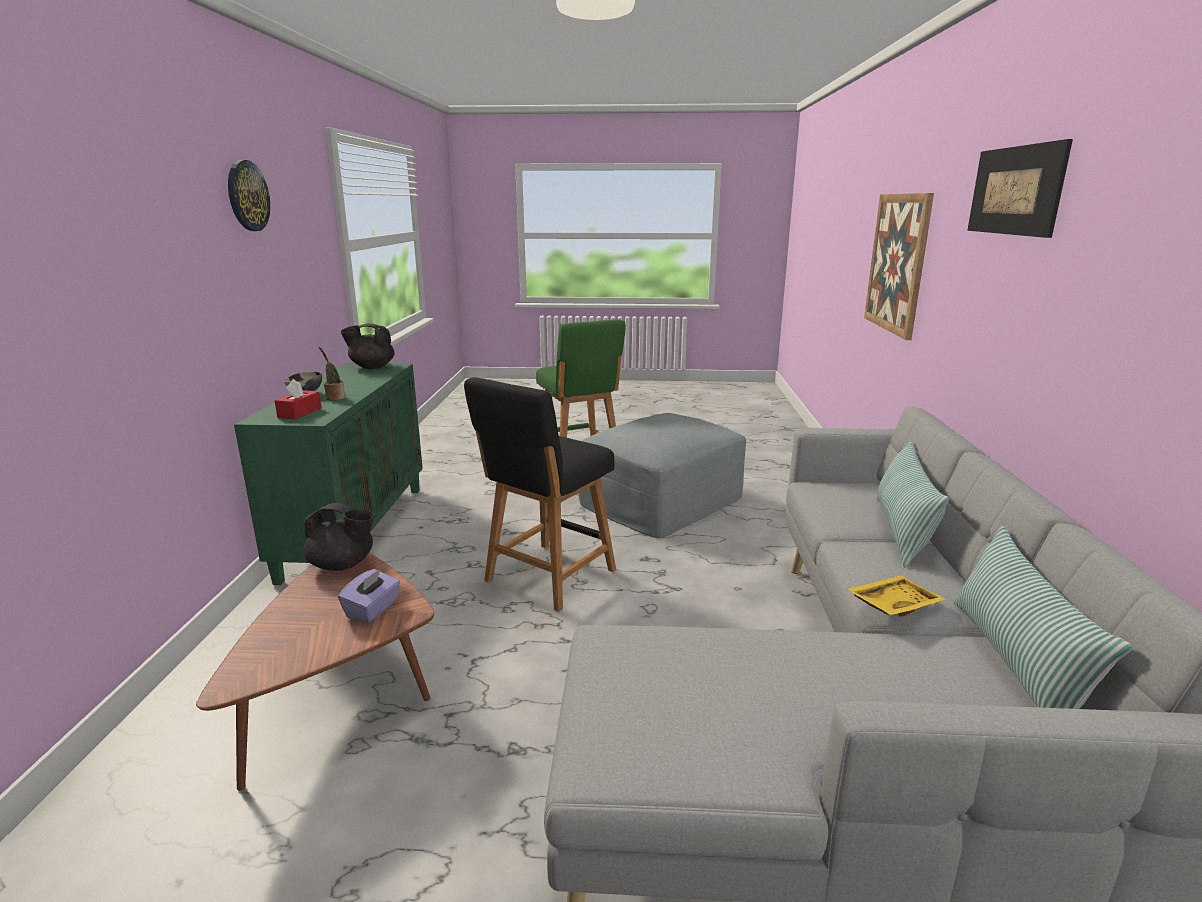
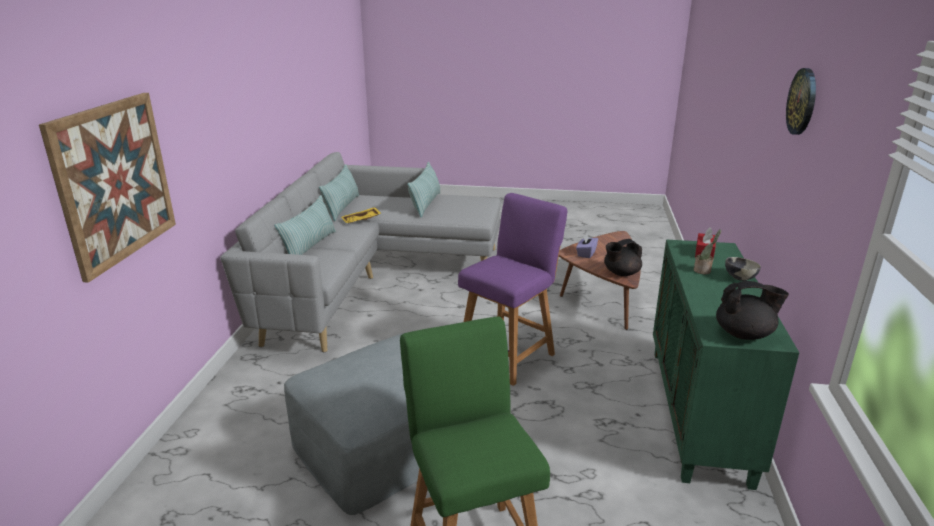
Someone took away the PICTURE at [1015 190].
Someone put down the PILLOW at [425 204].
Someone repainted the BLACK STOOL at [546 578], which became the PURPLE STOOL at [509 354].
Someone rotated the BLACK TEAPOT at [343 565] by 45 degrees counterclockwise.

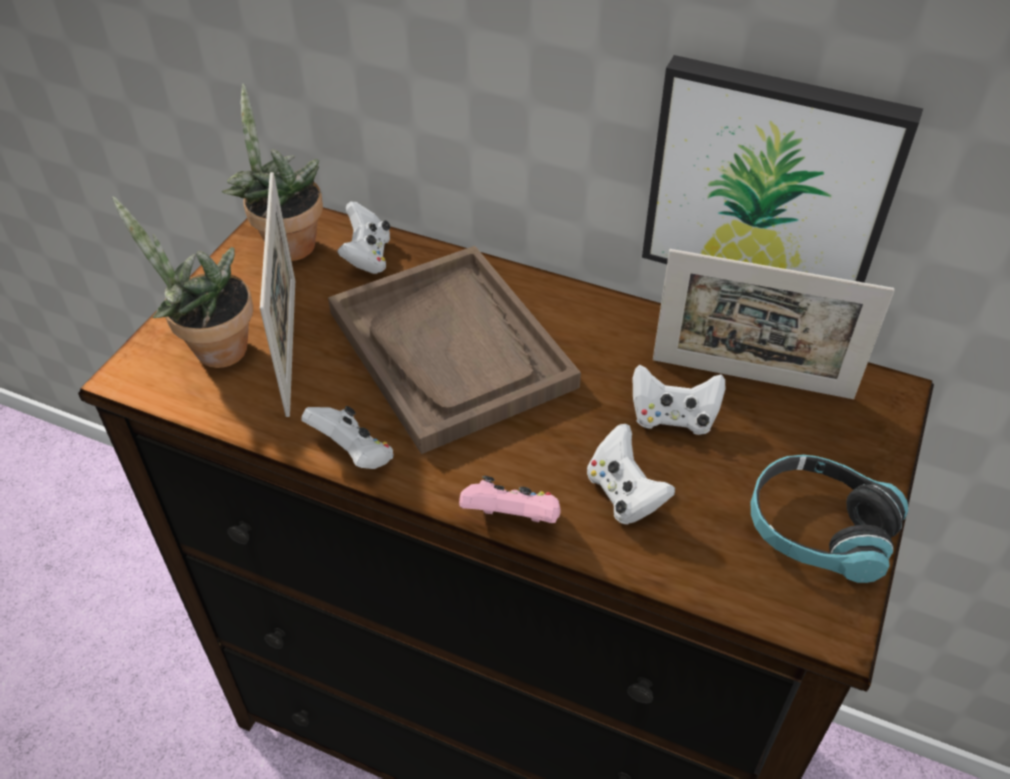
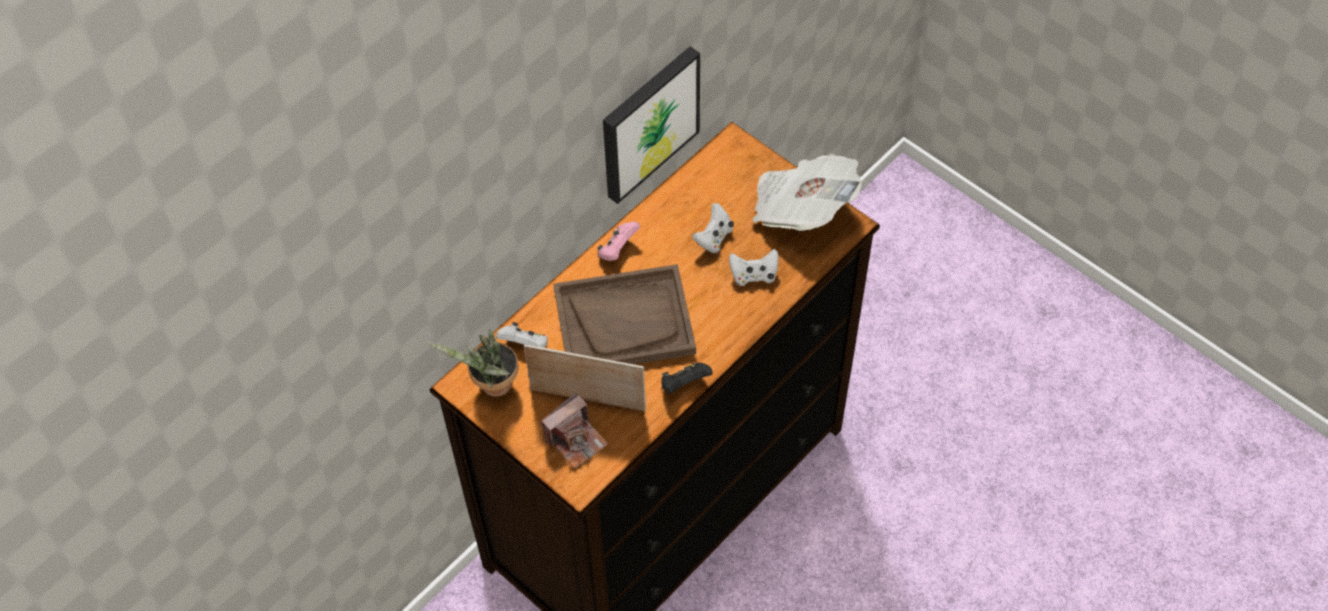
Someone took away the PICTURE FRAME at [751 378].
Someone carried the PINK GAME CONTROLLER from [512 519] to [618 249].
Someone swapped the POTTED PLANT at [213 350] for the PHOTO CAMERA at [575 439].
Someone swapped the HEADPHONES at [818 530] for the NEWSPAPER at [802 208].
Someone repainted the WHITE GAME CONTROLLER at [354 454], which became the BLACK GAME CONTROLLER at [684 384].

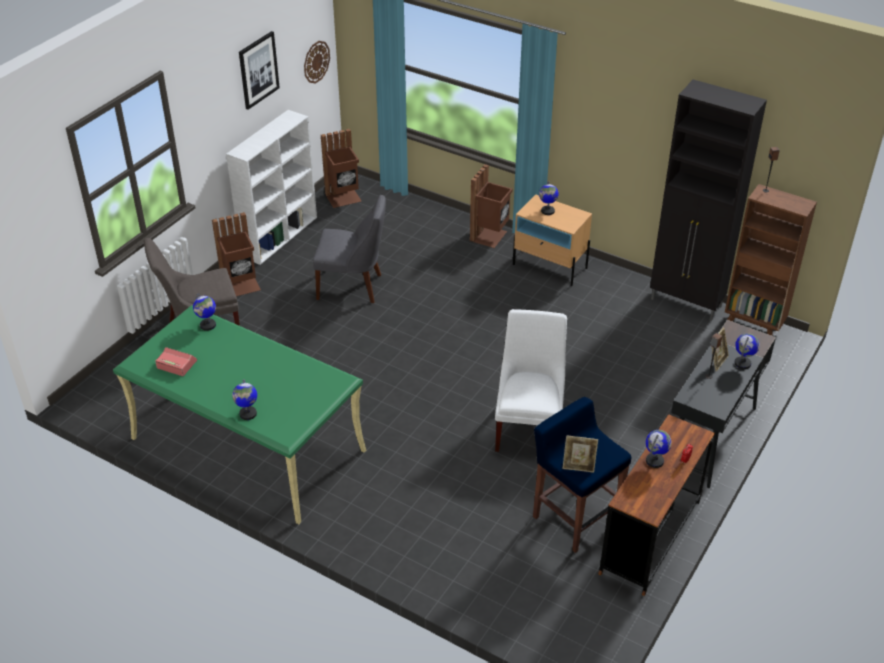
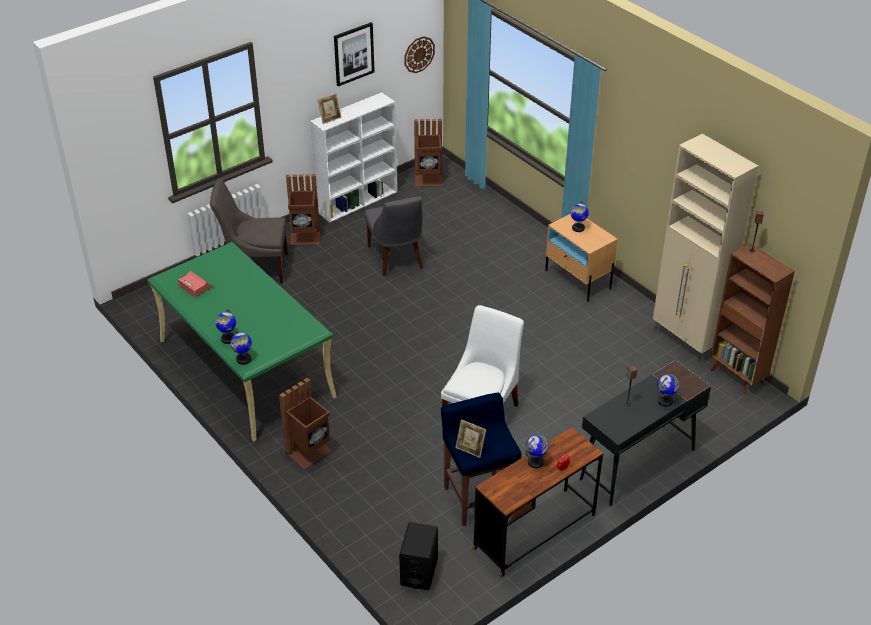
Someone put down the BLACK SPEAKER at [419 571].
Someone carried the GLOBE from [207 325] to [243 359].
Someone carried the BROWN TRASH CAN from [490 236] to [310 453].
Someone carried the PICTURE FRAME from [717 361] to [330 119].
Someone repainted the BLACK CABINET at [686 303], which became the BEIGE CABINET at [685 341].
Someone rotated the GREY CHAIR at [353 287] by 45 degrees clockwise.

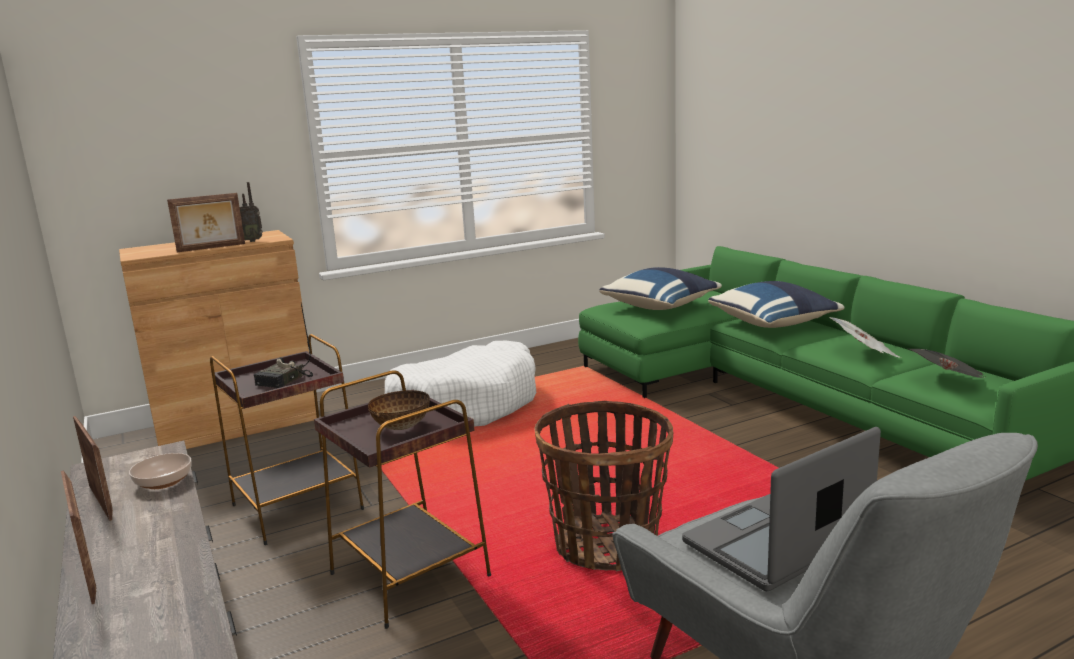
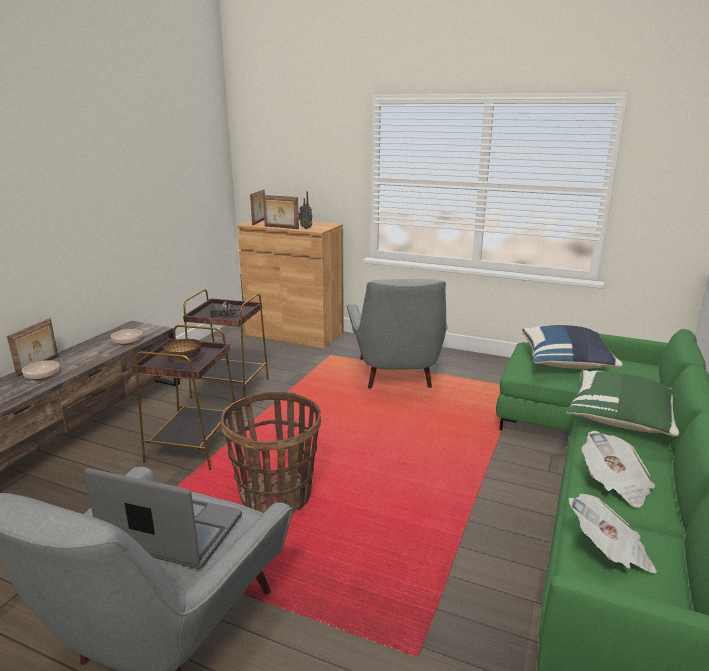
Someone put down the BOWL at [42 376].
Someone carried the PICTURE FRAME from [102 501] to [259 222].
Someone swapped the WHITE DOG BED at [465 405] for the GREY ARMCHAIR at [397 376].
Someone repainted the BLUE PILLOW at [774 324], which became the GREEN PILLOW at [621 420].

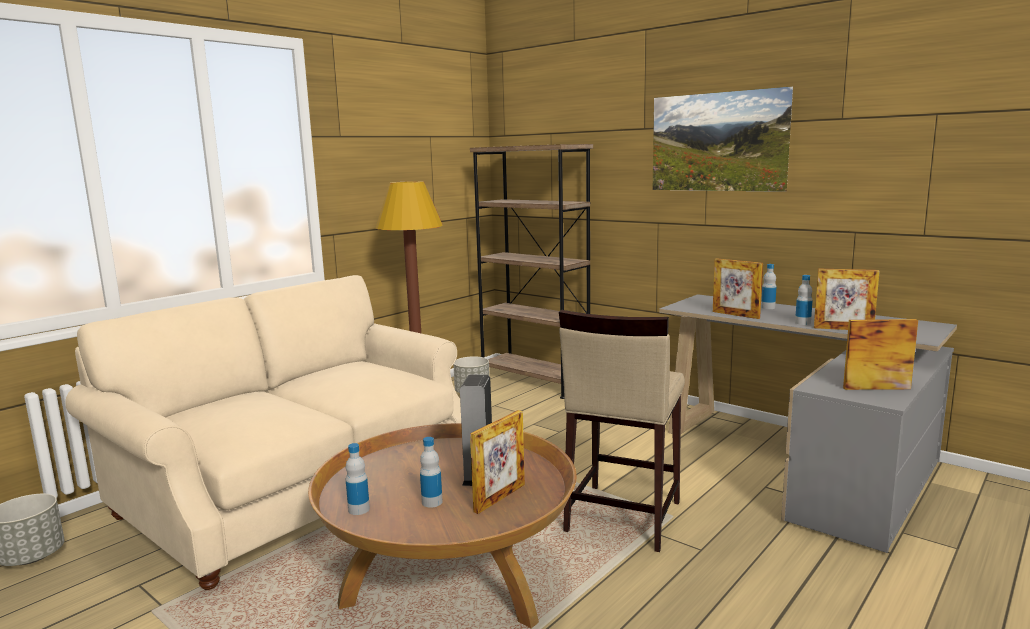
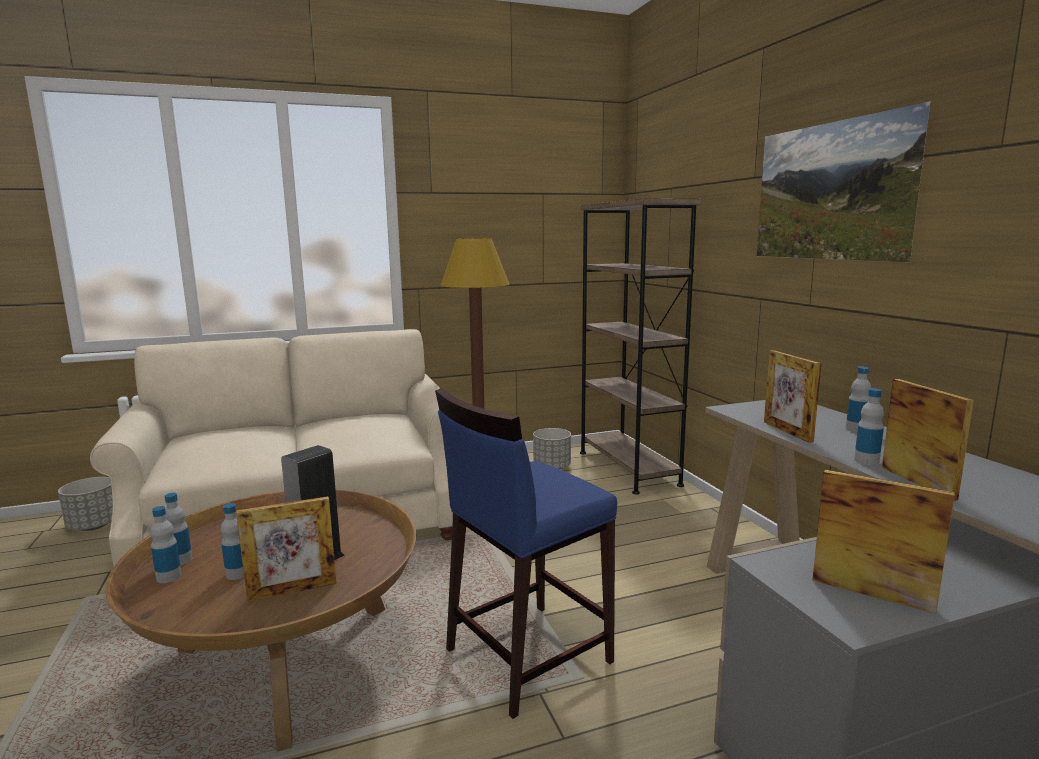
Someone put down the BOTTLE at [169 577].
Someone repainted the BEIGE STOOL at [621 517], which became the BLUE STOOL at [526 656].
Someone rotated the PICTURE FRAME at [843 329] by 150 degrees counterclockwise.

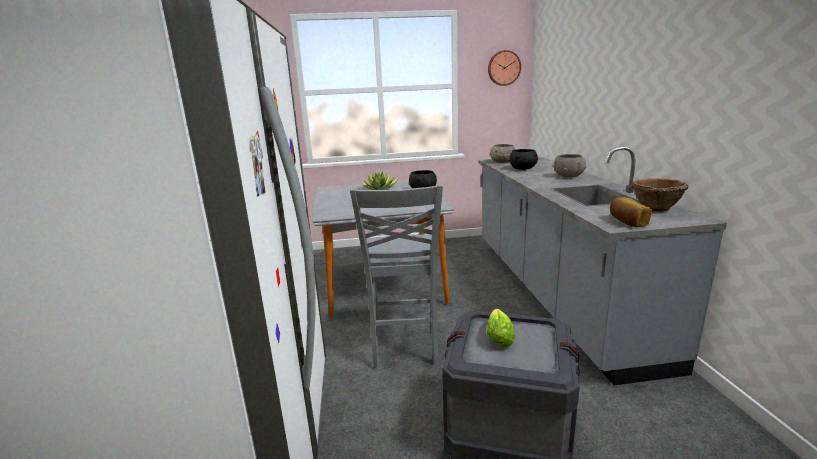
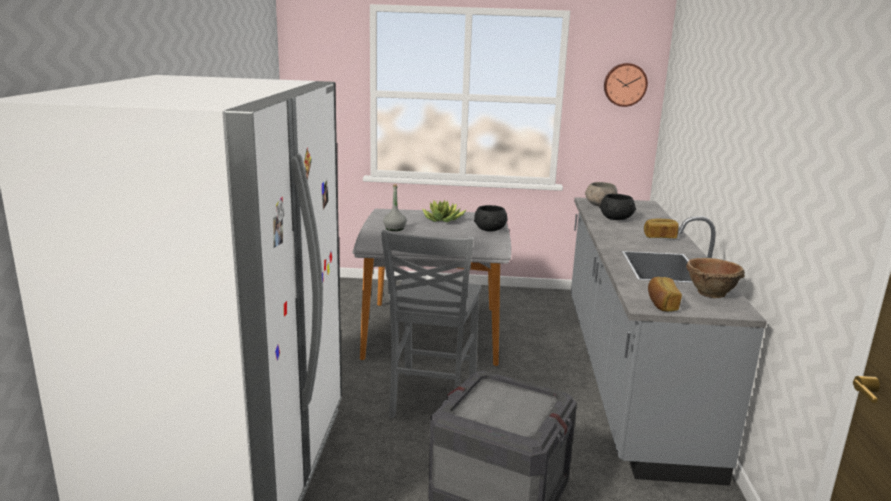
Someone took away the LETTUCE at [499 336].
Someone put down the GREY BOTTLE at [394 228].
Someone swapped the GREY BOWL at [568 176] for the BREAD at [660 237].

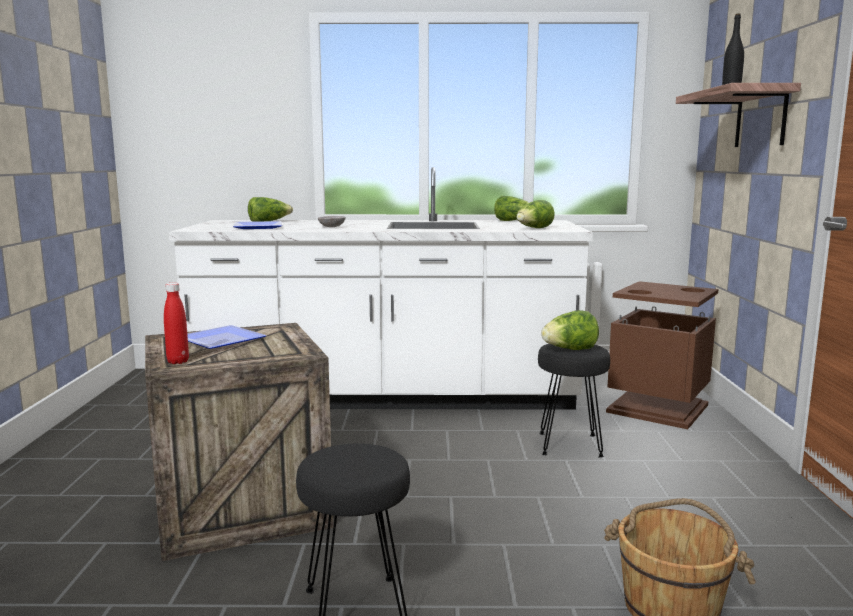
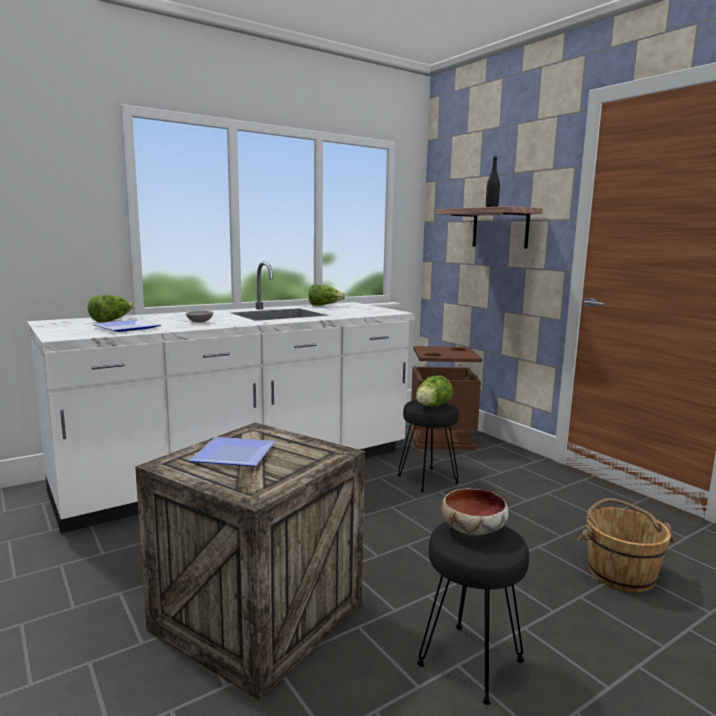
Someone took away the RED BOTTLE at [178 361].
Someone took away the LETTUCE at [534 228].
Someone put down the BOWL at [473 529].

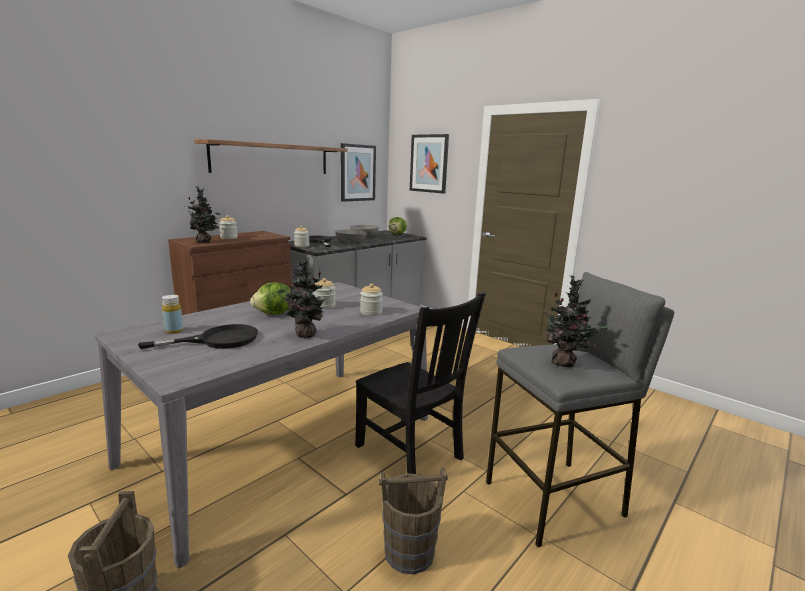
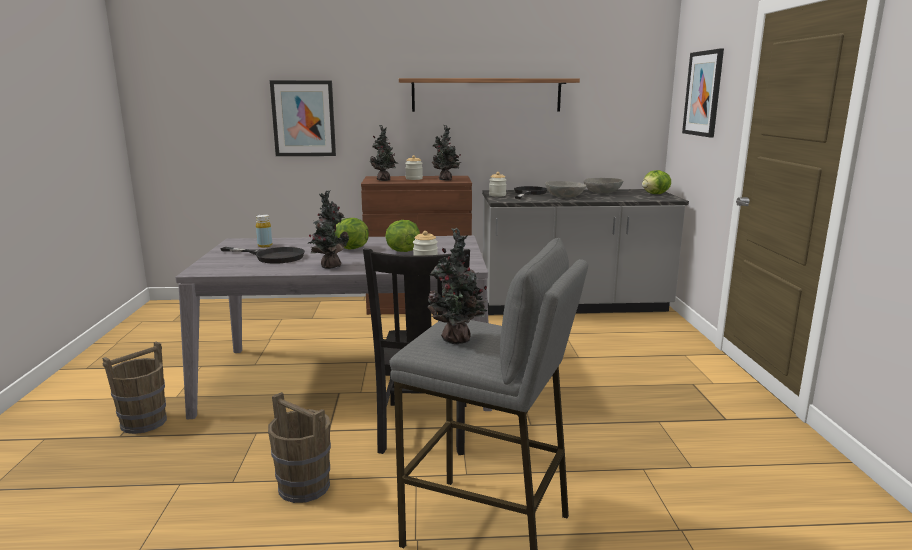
Someone put down the POTTED PLANT at [446 180].
Someone carried the PICTURE from [357 173] to [303 118].
Someone swapped the JAR at [324 306] for the LETTUCE at [402 251].

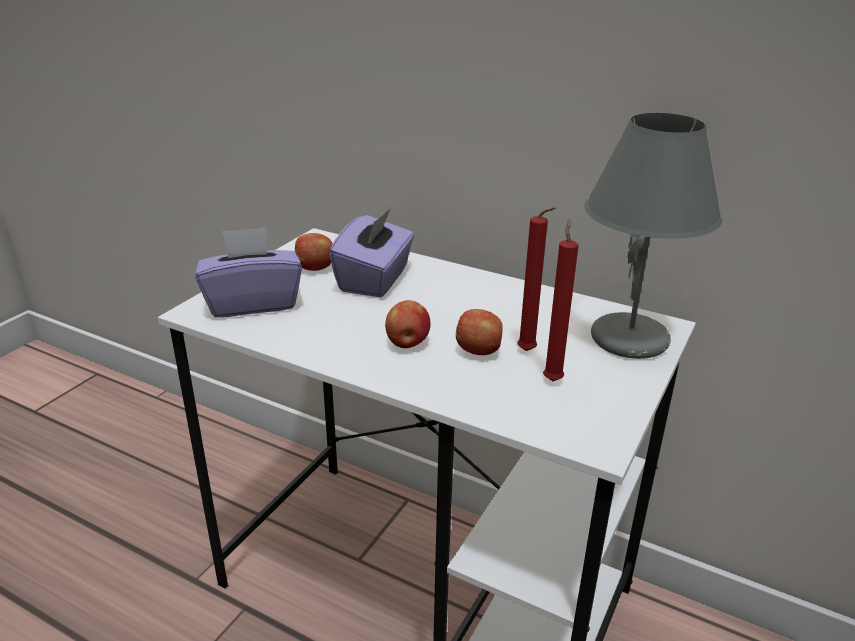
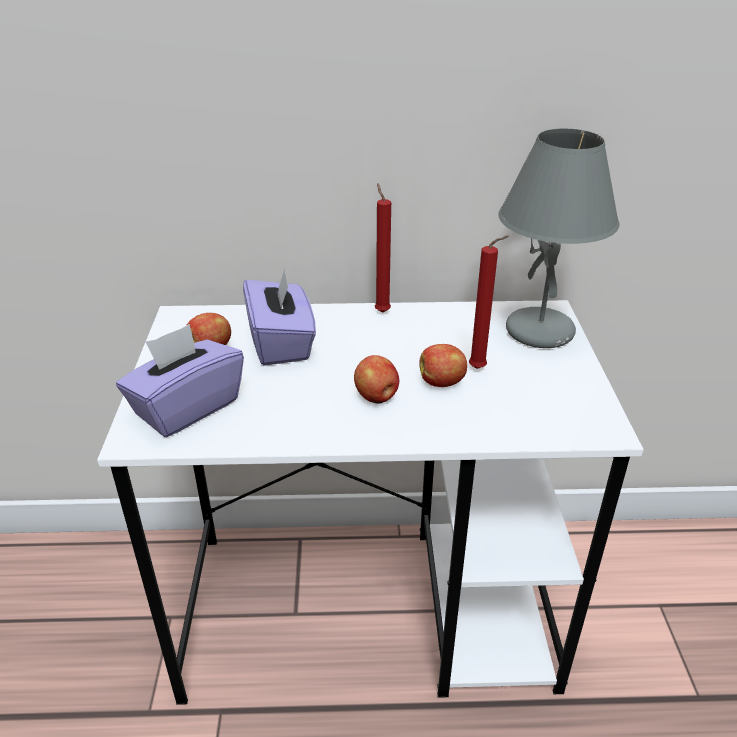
Someone carried the RED CANDLE from [552 379] to [381 311].

